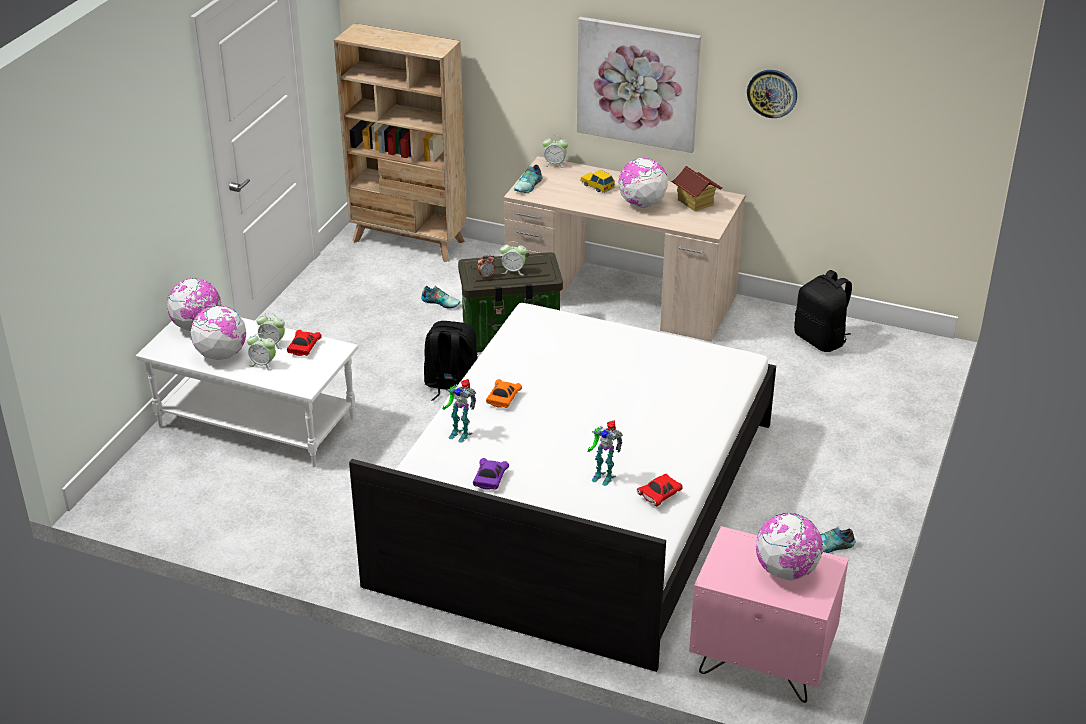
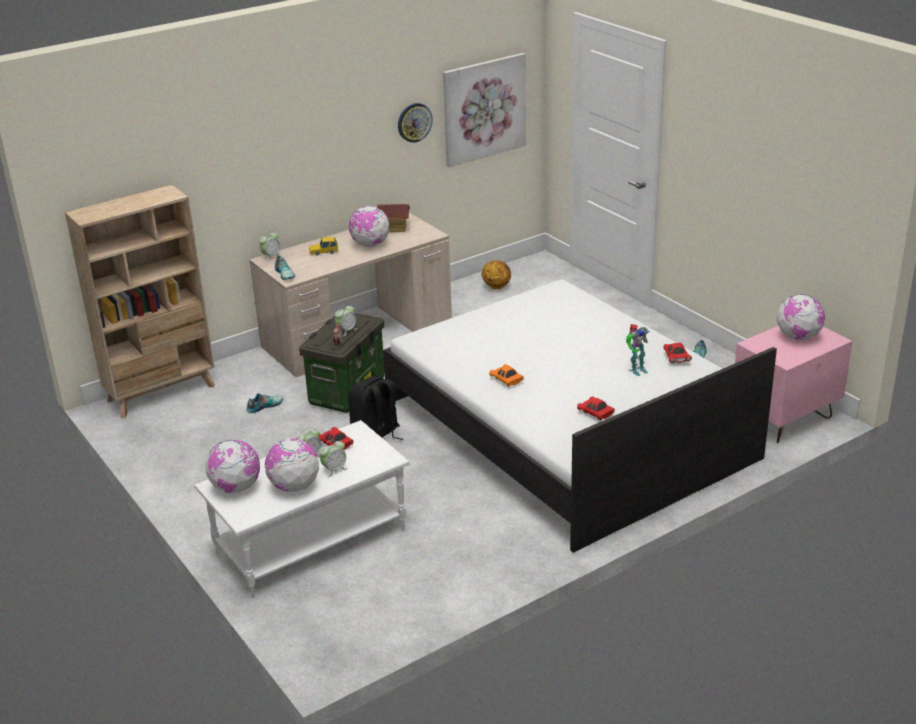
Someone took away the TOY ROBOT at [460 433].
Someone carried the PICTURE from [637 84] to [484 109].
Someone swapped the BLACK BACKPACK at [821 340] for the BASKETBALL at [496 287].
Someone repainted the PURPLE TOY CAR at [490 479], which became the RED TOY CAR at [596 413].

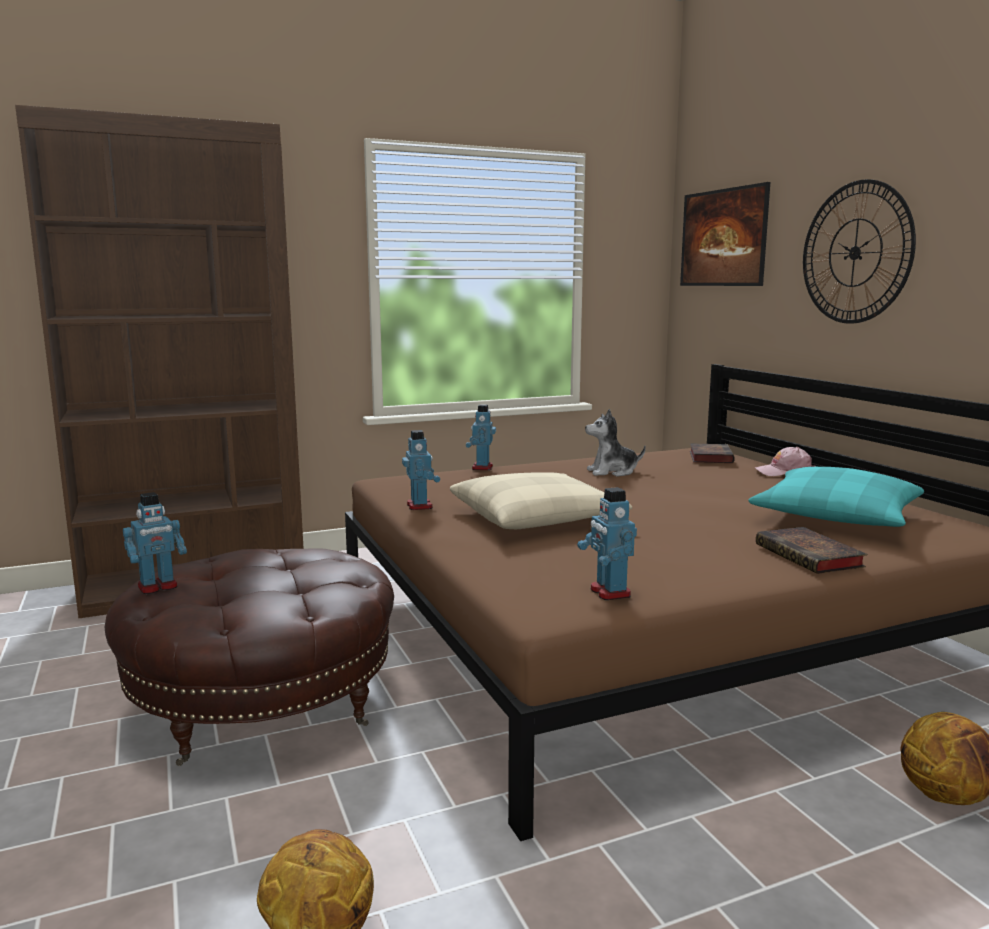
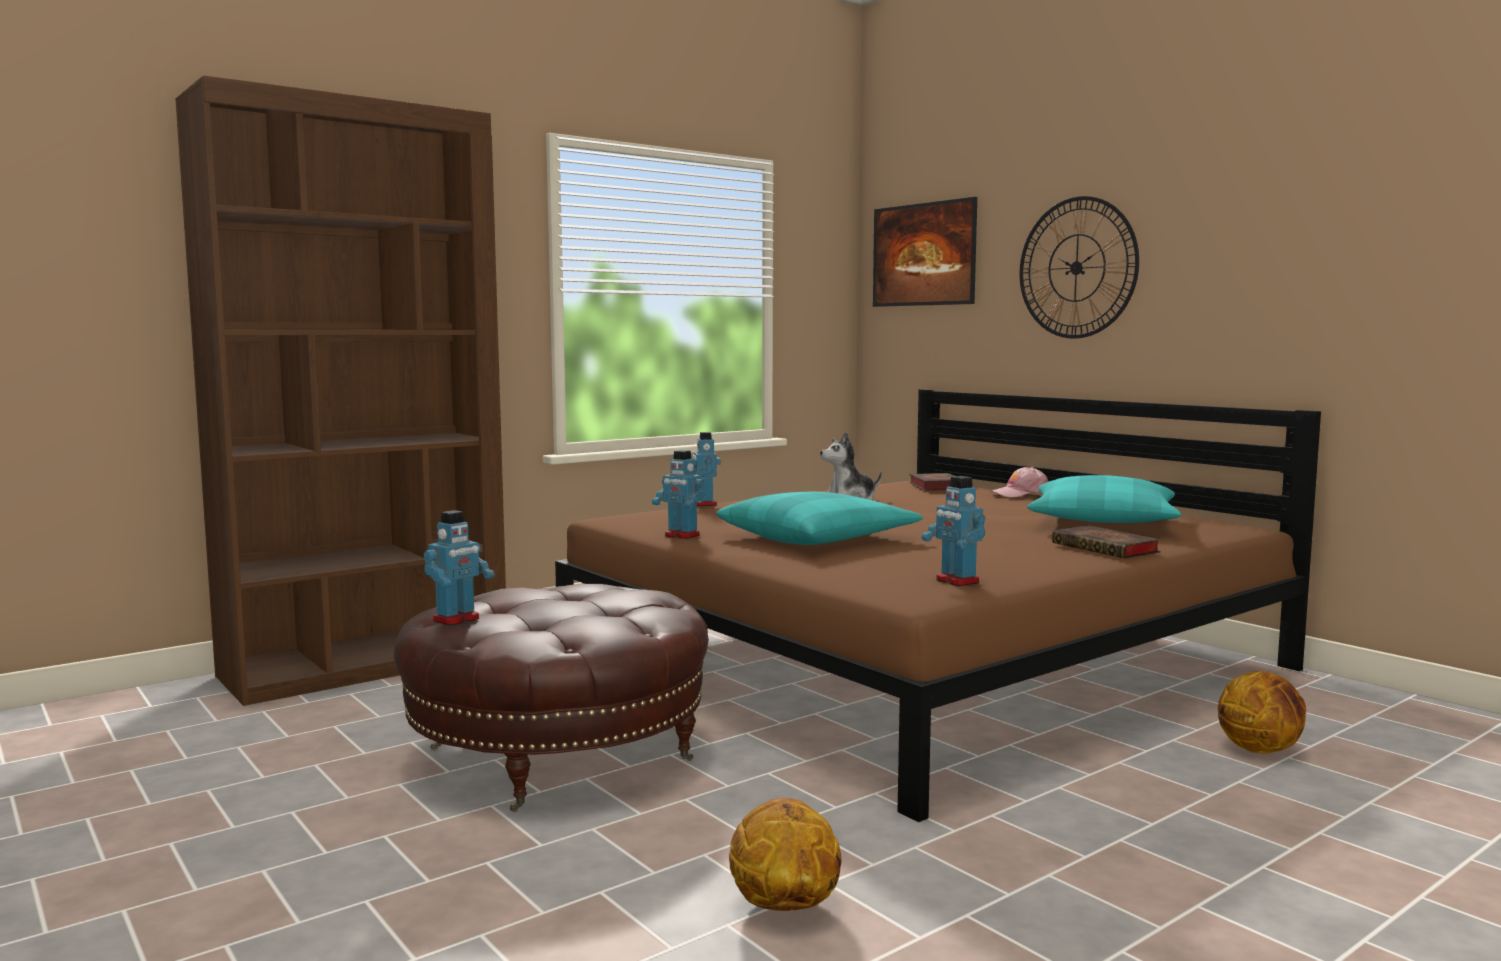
Someone repainted the BEIGE PILLOW at [536 518], which became the TURQUOISE PILLOW at [817 538].
Someone rotated the TOY ROBOT at [420 506] by 150 degrees clockwise.

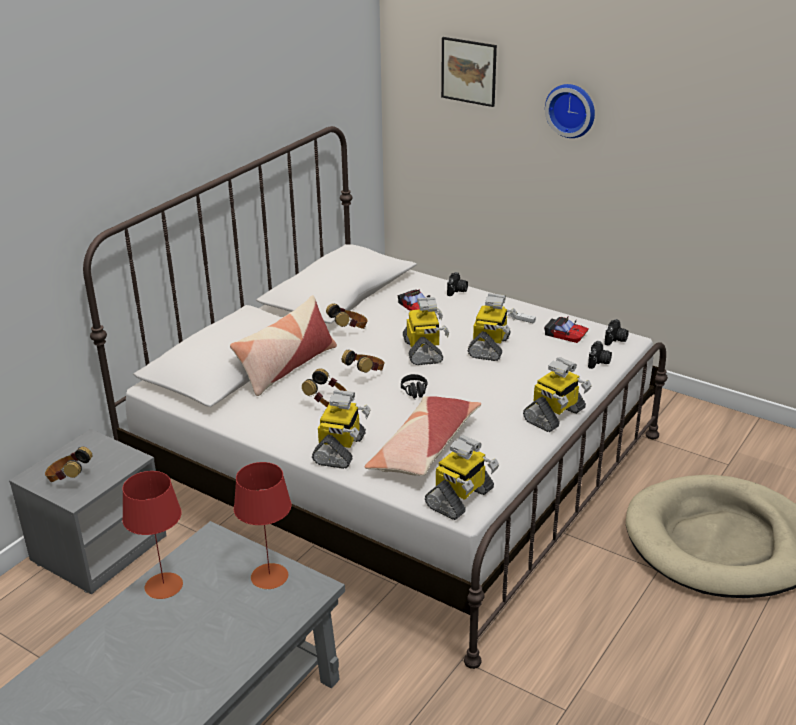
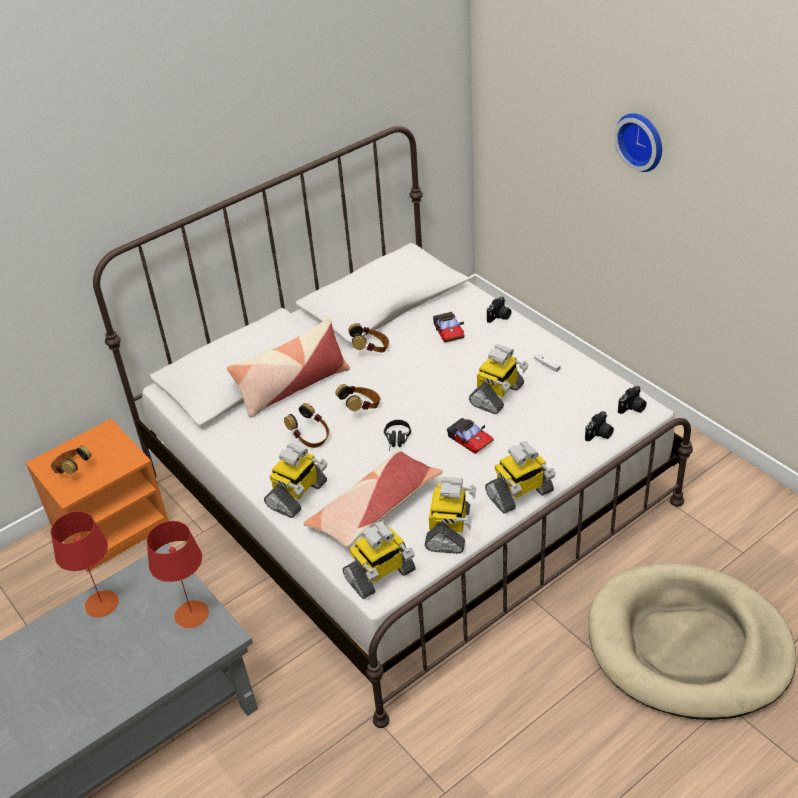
Someone took away the PICTURE at [469 71].
Someone carried the TOY ROBOT from [424 351] to [449 530].
Someone carried the TOY CAR from [565 334] to [470 439].
Someone repainted the GREY NIGHTSTAND at [99 548], which became the ORANGE NIGHTSTAND at [111 525].

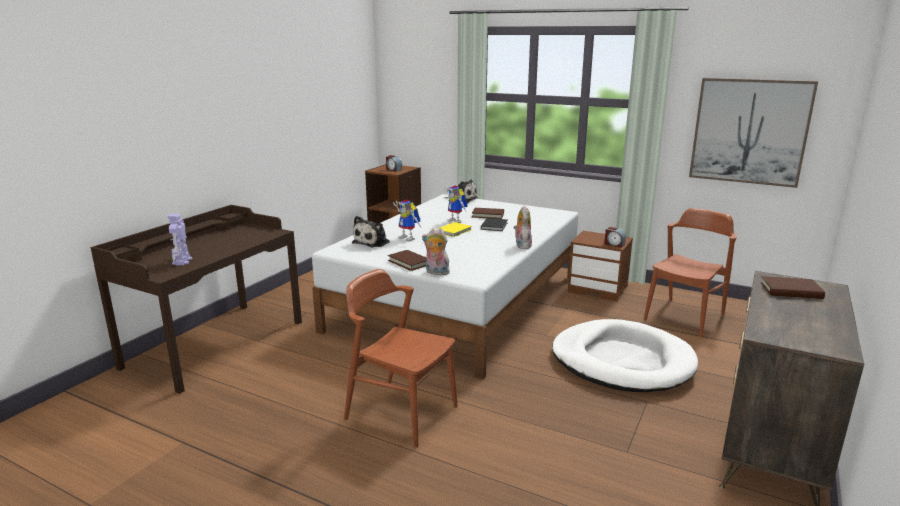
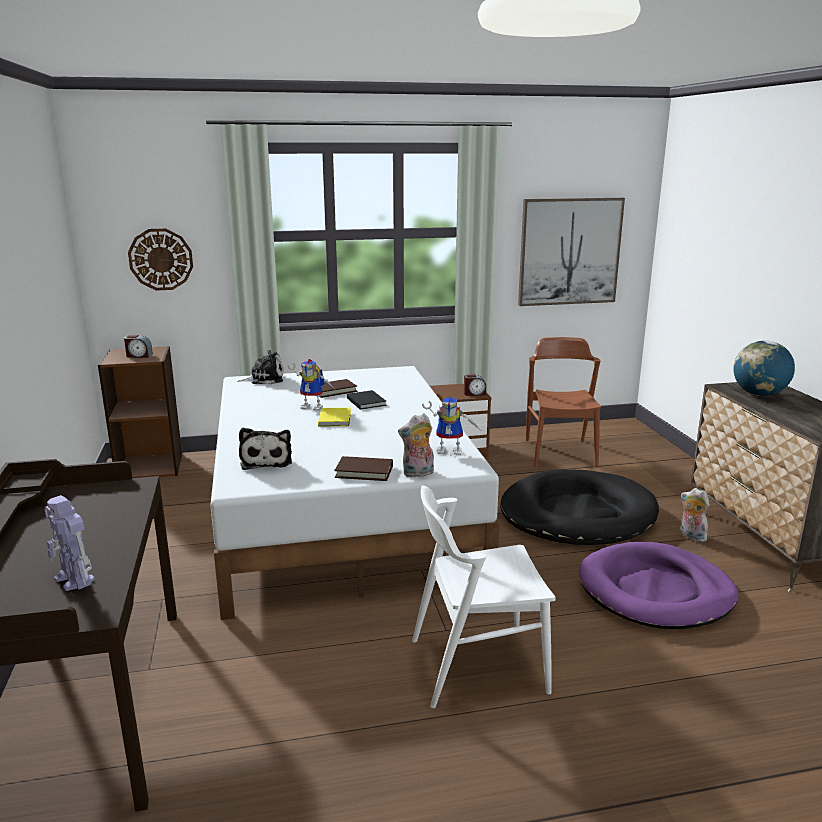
Someone put up the WALL CLOCK at [161 259].
Someone put down the PURPLE DOG BED at [655 591].
Someone carried the TOY ROBOT from [409 238] to [451 450].
Someone carried the PLUSH TOY from [522 245] to [691 536].
Someone swapped the BROWN BOOK at [791 291] for the GLOBE at [759 394].
Someone repainted the BROWN CHAIR at [401 412], which became the WHITE CHAIR at [477 665].
Someone repainted the WHITE DOG BED at [622 361], which became the BLACK DOG BED at [577 514].

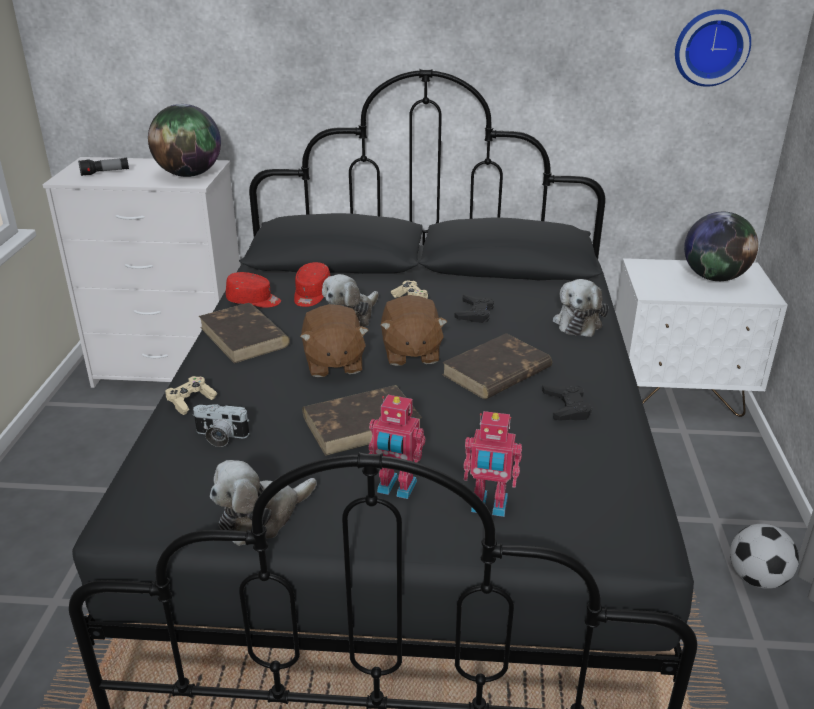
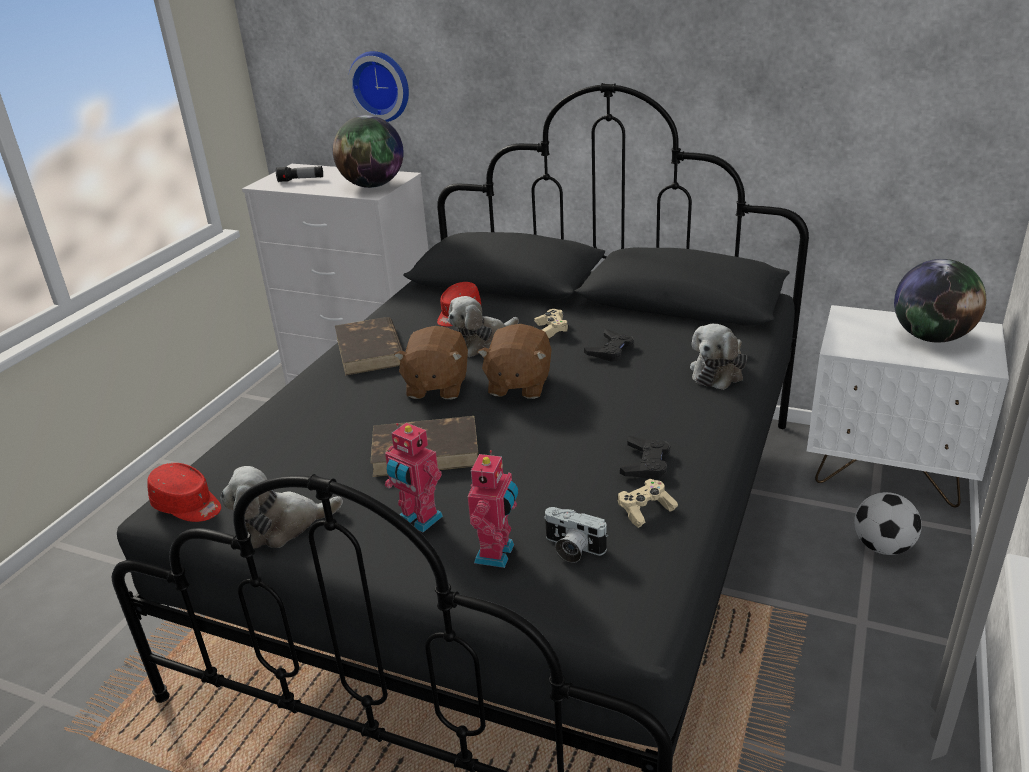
Someone took away the BROWN BOOK at [496 372].
Someone carried the BEIGE GAME CONTROLLER from [191 402] to [645 510].
Someone carried the PHOTO CAMERA from [220 437] to [572 549].
Someone carried the RED CAP from [254 301] to [188 505].
Someone carried the WALL CLOCK from [711 47] to [381 85].
Someone carried the FOOTBALL from [757 578] to [882 547].
Someone rotated the TOY ROBOT at [489 506] by 105 degrees counterclockwise.

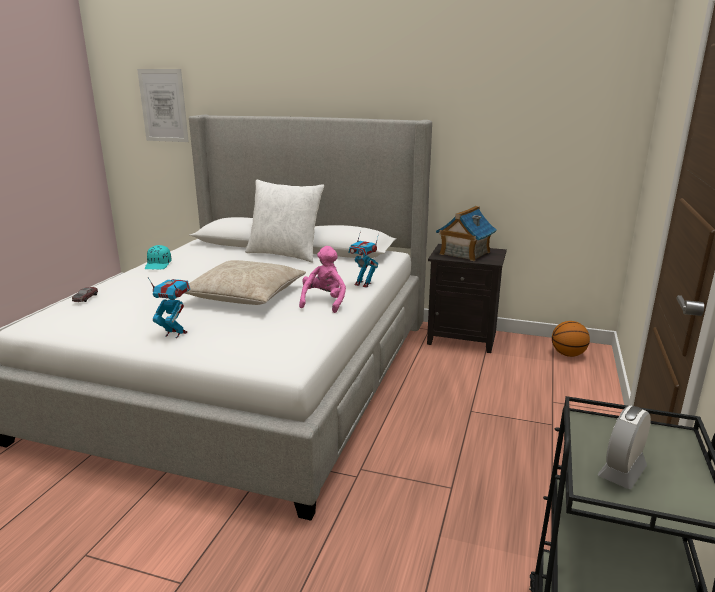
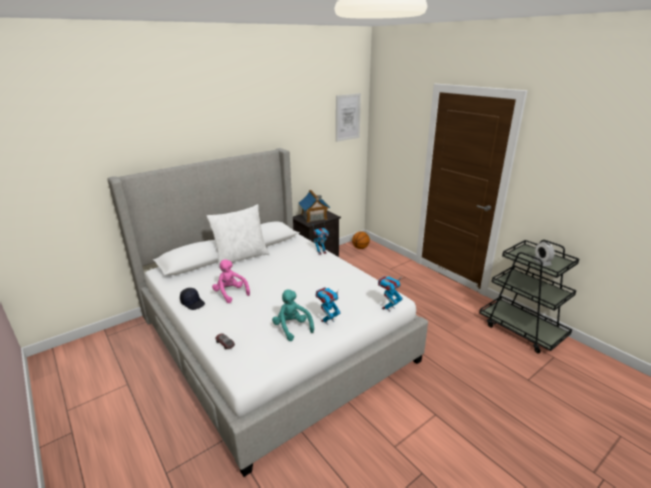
Someone took away the BEIGE PILLOW at [245 295].
Someone put down the TURQUOISE PLUSH TOY at [292 328].
Someone put down the TOY ROBOT at [388 308].
Someone carried the PICTURE from [163 105] to [348 117].
Someone carried the PINK PLUSH TOY from [324 302] to [230 293].
Someone repainted the TURQUOISE CAP at [158 265], which became the BLACK CAP at [193 303].

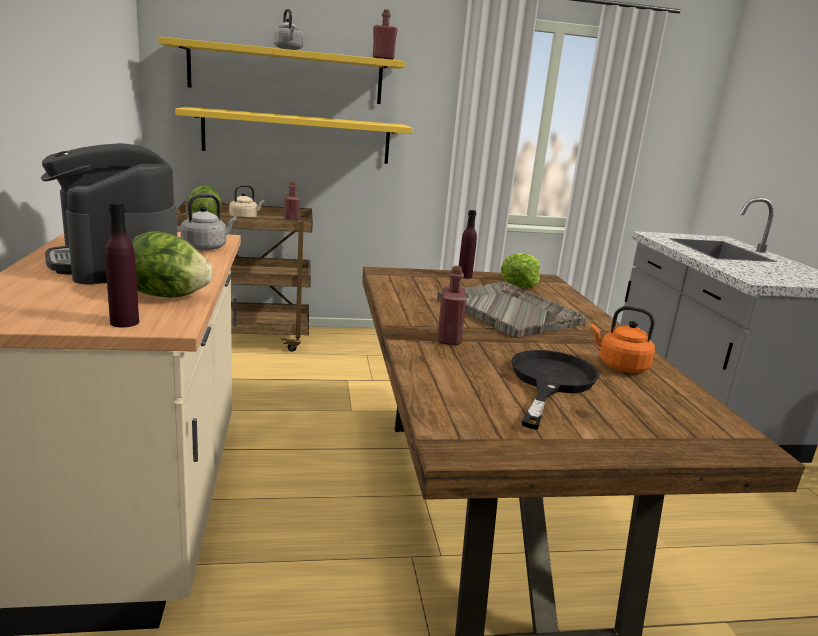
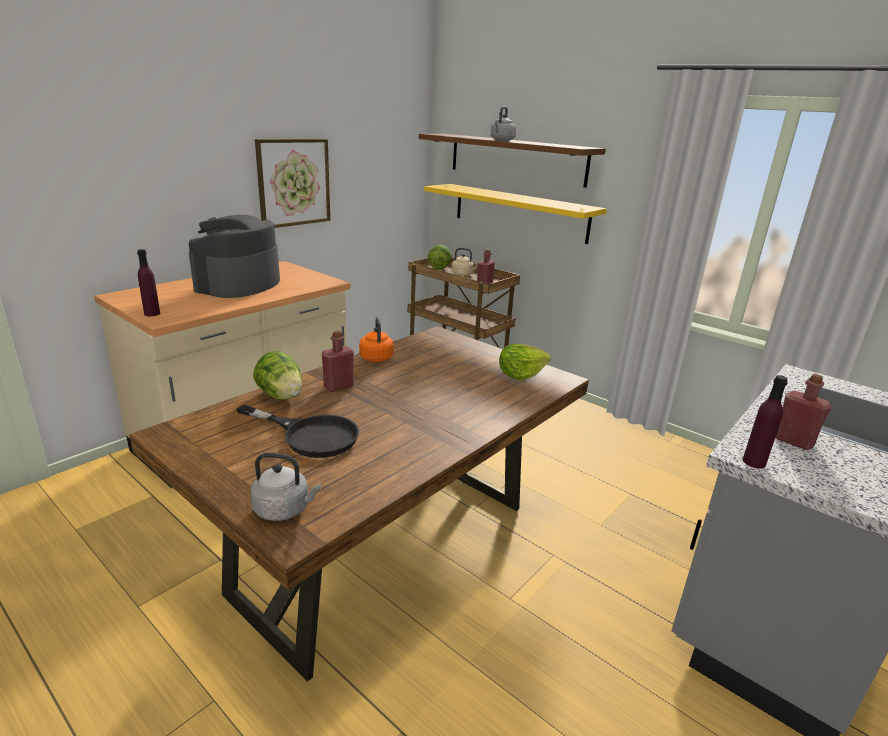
Someone took away the GREY TRAY at [508 311].
Someone put up the PICTURE at [293 182].
Someone carried the LETTUCE from [168 296] to [280 396].
Someone carried the GREY KETTLE from [206 247] to [284 509].
Someone carried the RED BOTTLE from [383 59] to [793 441].
Someone carried the PURPLE BOTTLE from [464 276] to [754 462].
Someone carried the ORANGE KETTLE from [620 366] to [376 357].
Someone repainted the YELLOW SHELF at [286 74], which became the BROWN SHELF at [516 159].
Someone rotated the BLACK FRYING PAN at [550 382] by 45 degrees clockwise.

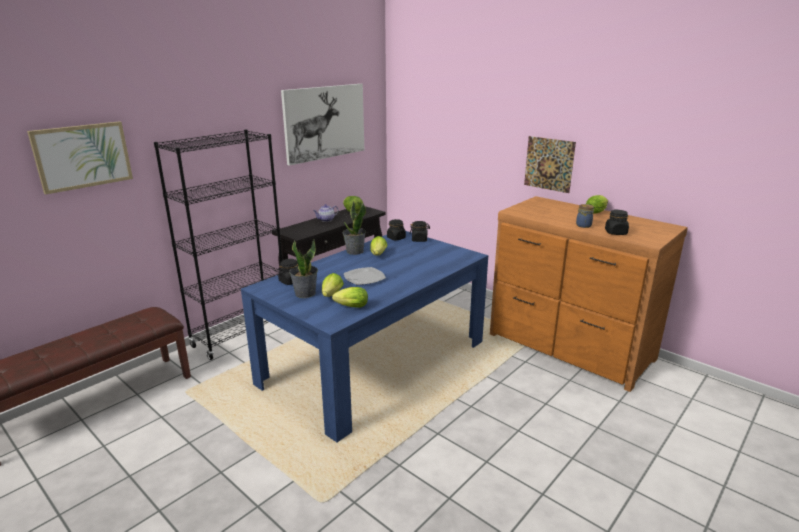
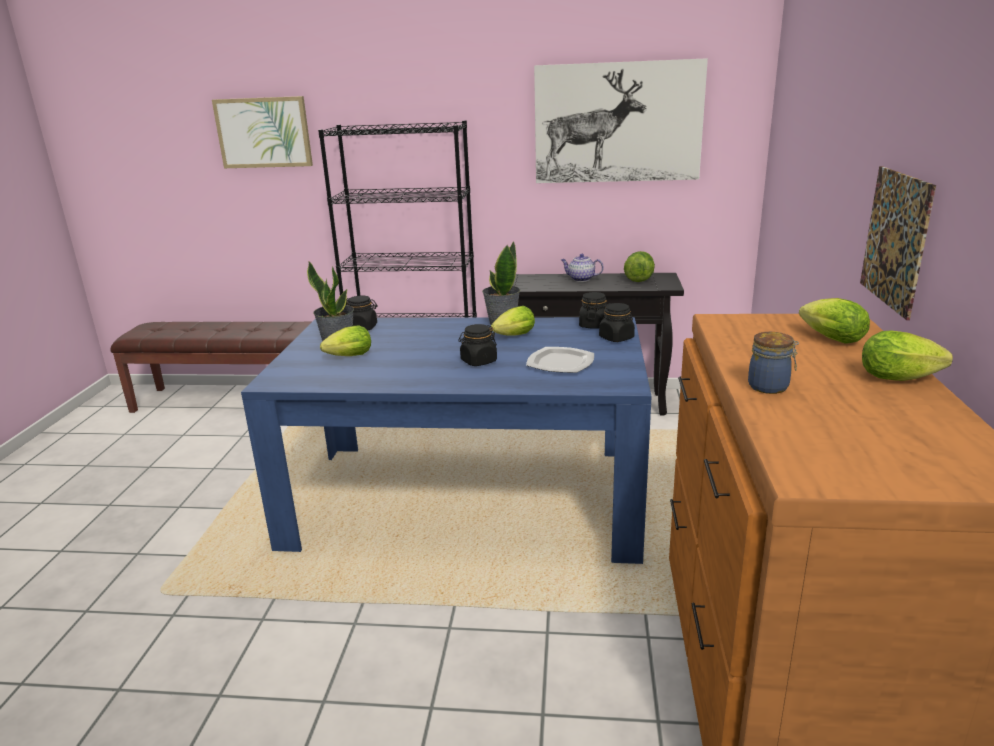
Someone carried the LETTUCE from [350 307] to [828 338].
Someone carried the PLATE from [365 278] to [561 363].
Someone carried the BLACK JAR from [616 233] to [478 361].

